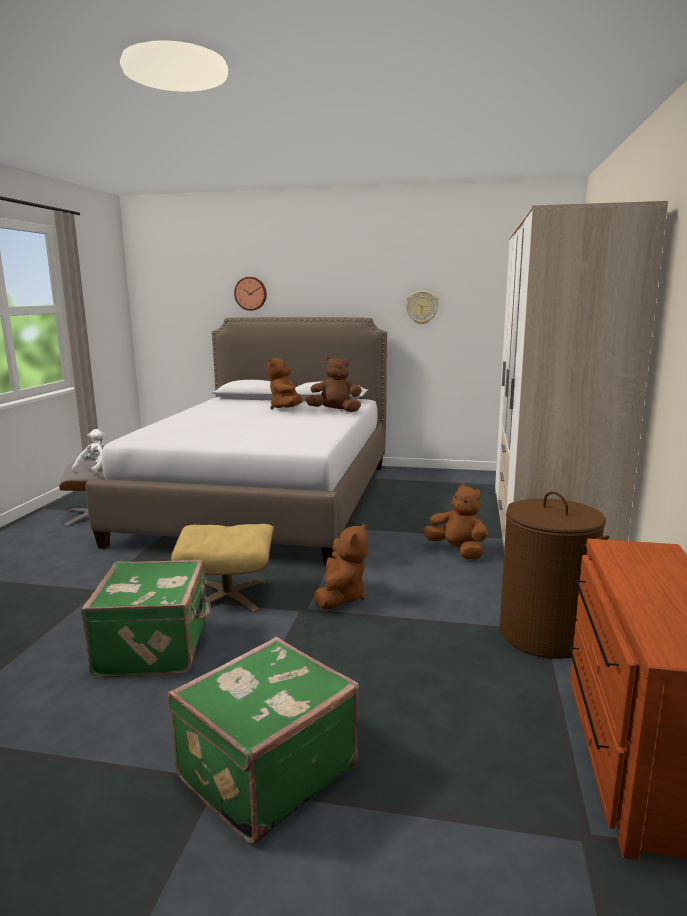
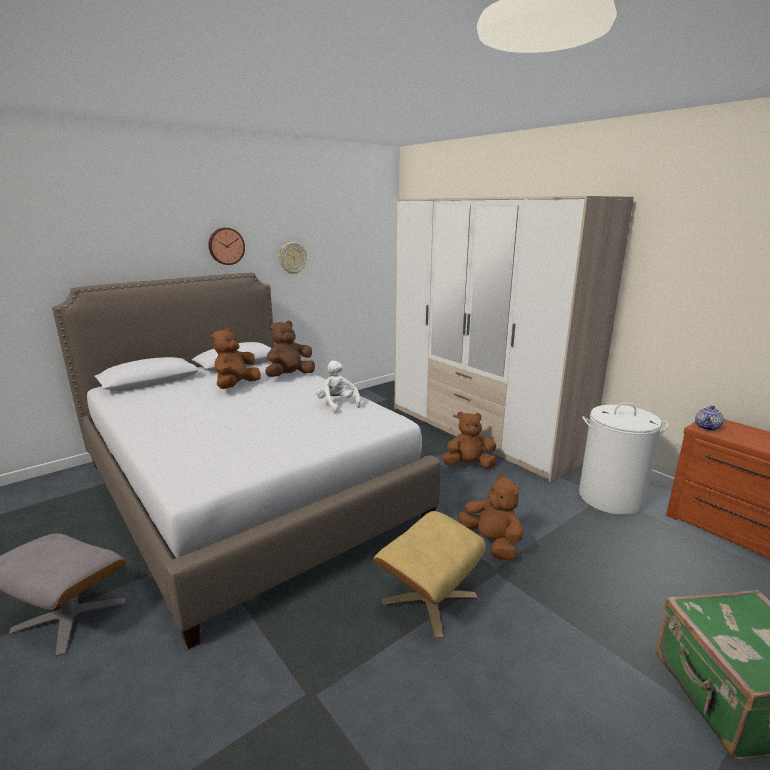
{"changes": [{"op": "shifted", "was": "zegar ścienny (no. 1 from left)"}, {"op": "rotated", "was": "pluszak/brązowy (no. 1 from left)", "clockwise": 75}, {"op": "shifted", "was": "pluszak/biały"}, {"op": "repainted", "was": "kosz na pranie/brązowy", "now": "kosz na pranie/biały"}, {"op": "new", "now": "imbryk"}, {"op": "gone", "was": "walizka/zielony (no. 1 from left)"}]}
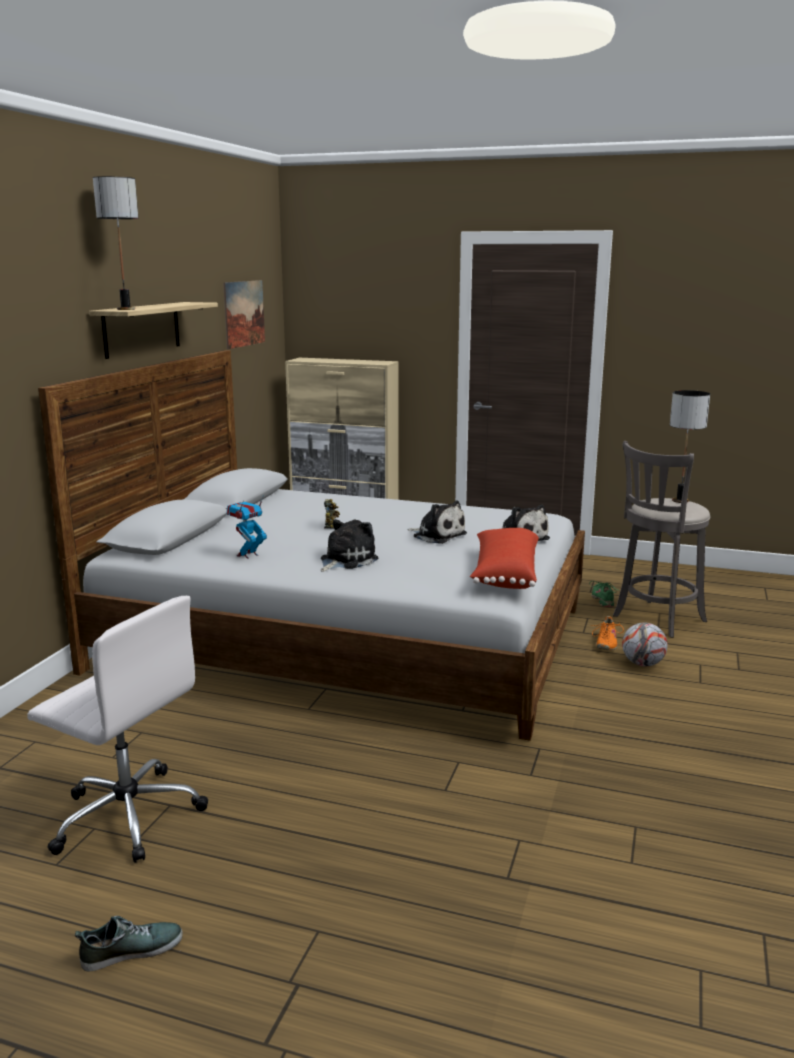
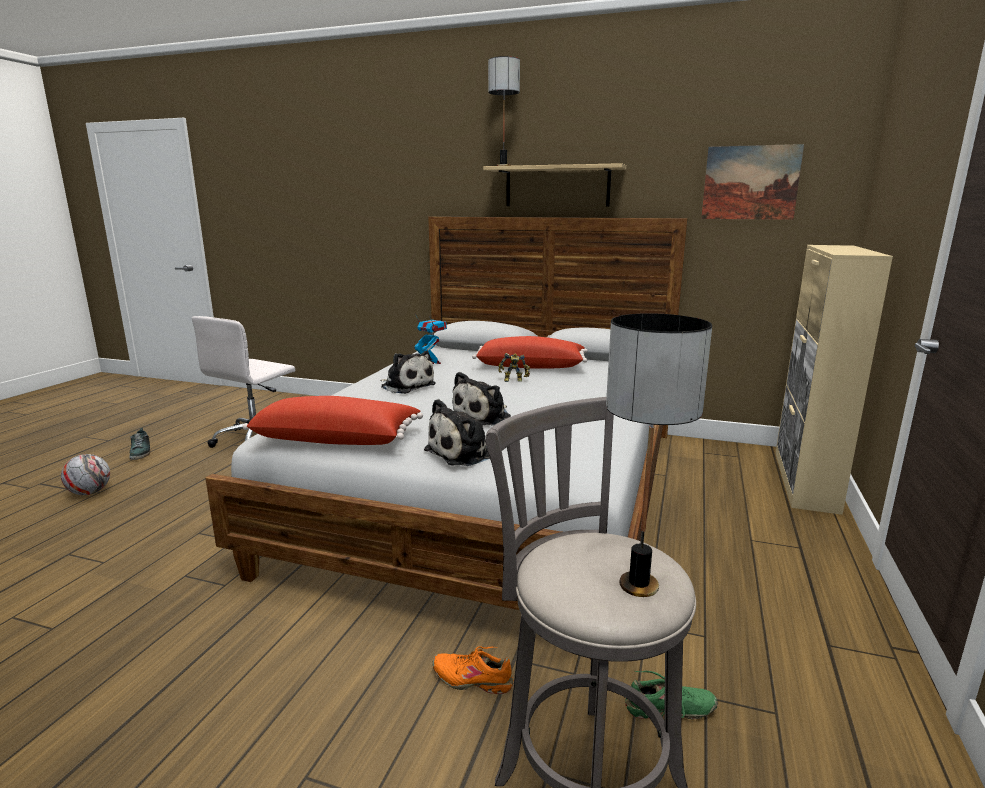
{"changes": [{"op": "shifted", "was": "piłka futbolowa"}, {"op": "new", "now": "poduszka/czerwony (no. 2 from left)"}]}
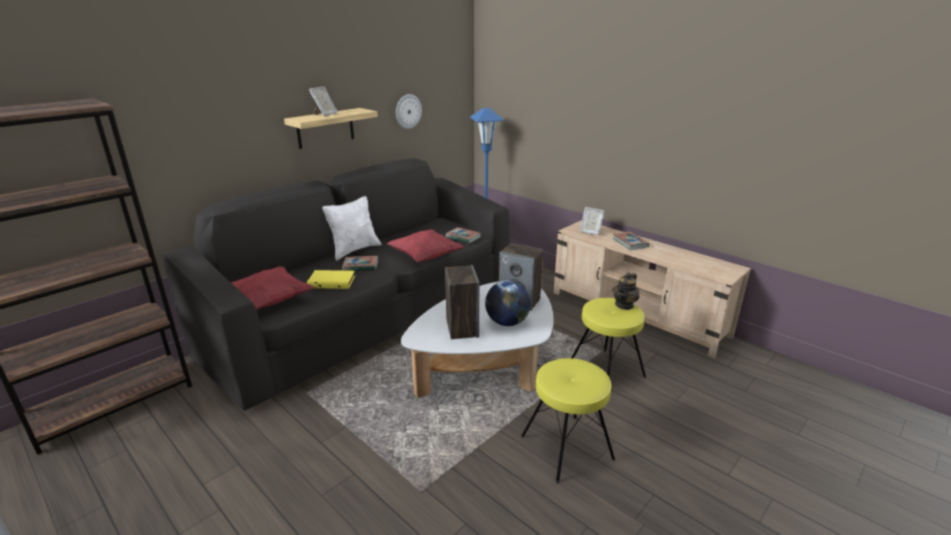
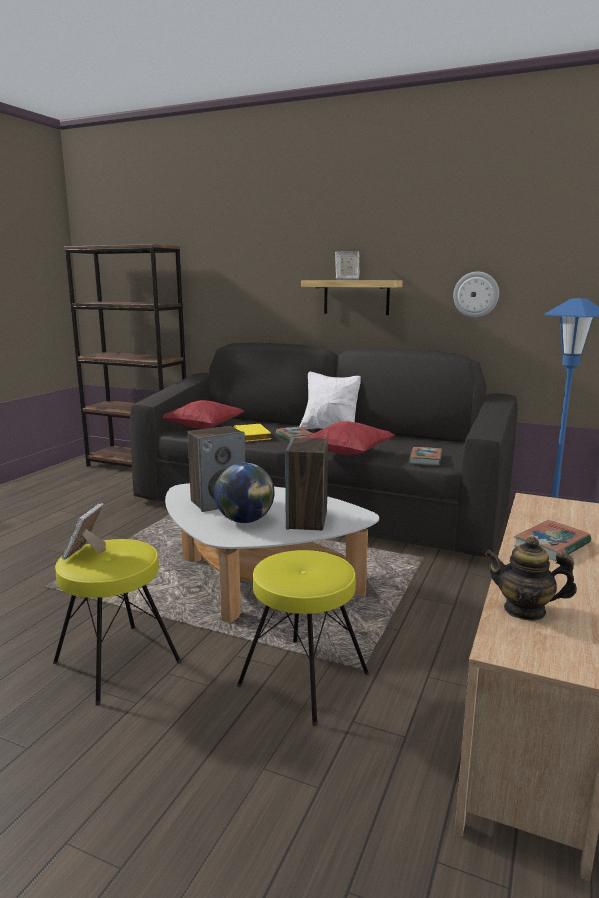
{"changes": [{"op": "shifted", "was": "ramka na zdjęcie (no. 2 from left in the first image)", "now": "ramka na zdjęcie (no. 1 from left)"}, {"op": "shifted", "was": "imbryk"}]}
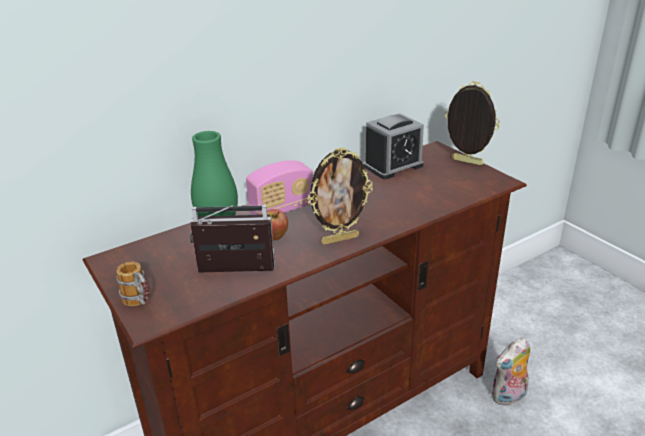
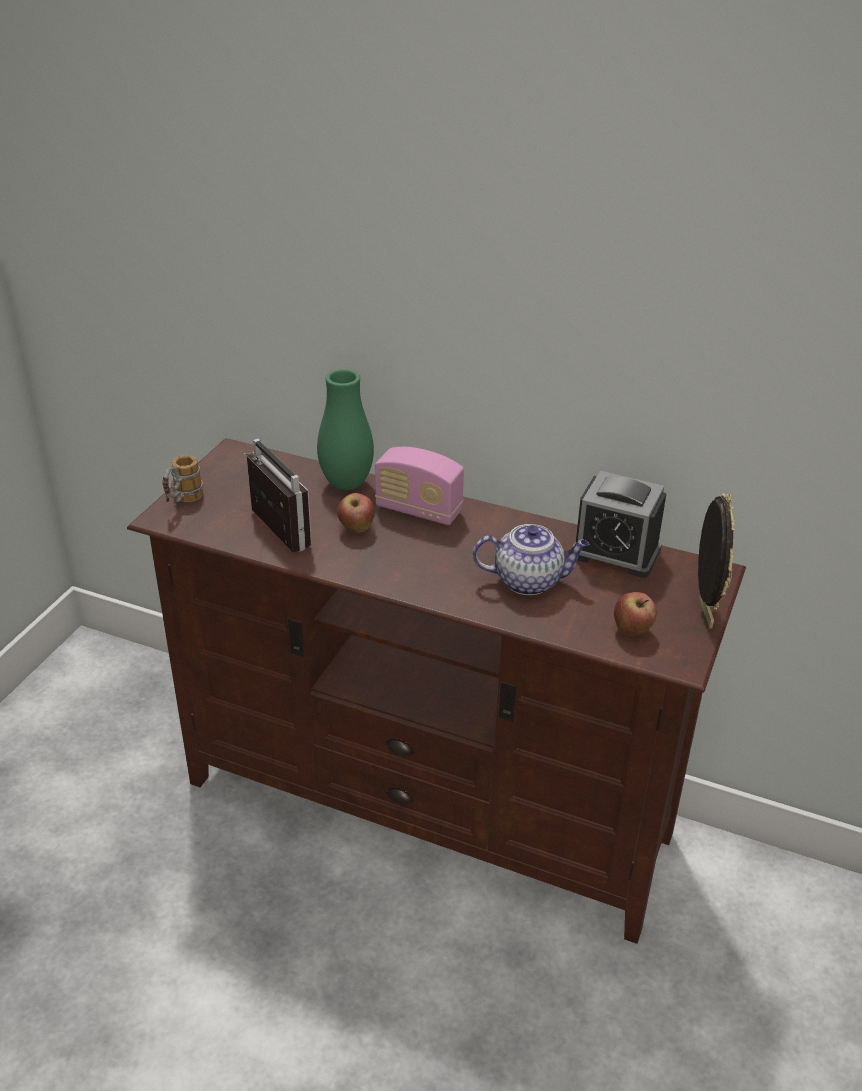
{"changes": [{"op": "new", "now": "imbryk"}, {"op": "new", "now": "jabłko (no. 2 from left)"}, {"op": "gone", "was": "ramka na zdjęcie (no. 1 from left)"}, {"op": "gone", "was": "pluszak"}]}
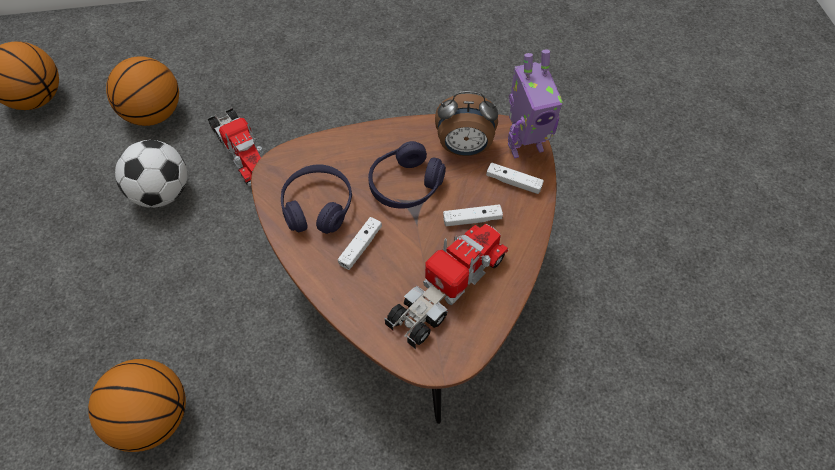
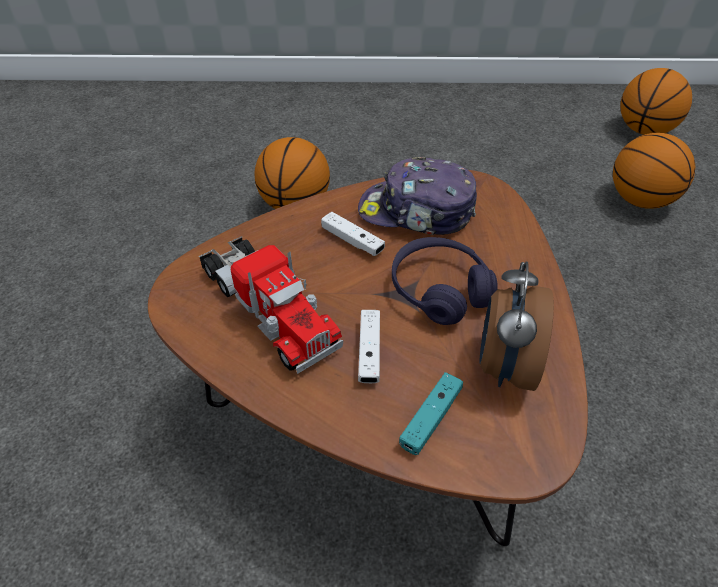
{"changes": [{"op": "swapped", "was": "słuchawki/fioletowy (no. 1 from left)", "now": "czapka z daszkiem"}, {"op": "repainted", "was": "pad do gier/biały (no. 3 from left)", "now": "pad do gier/turkusowy"}, {"op": "gone", "was": "piłka futbolowa"}, {"op": "gone", "was": "ciężarówka zabawkowa (no. 1 from left)"}, {"op": "gone", "was": "robot zabawkowy"}]}
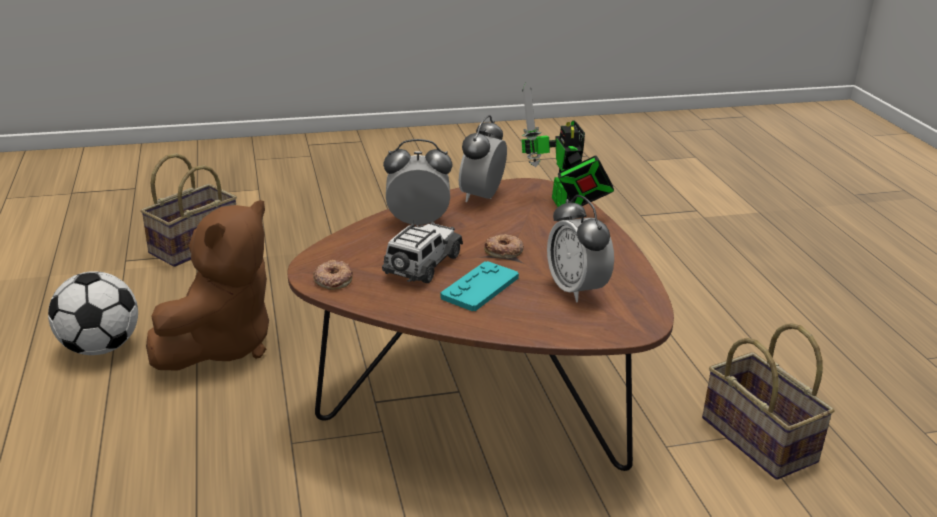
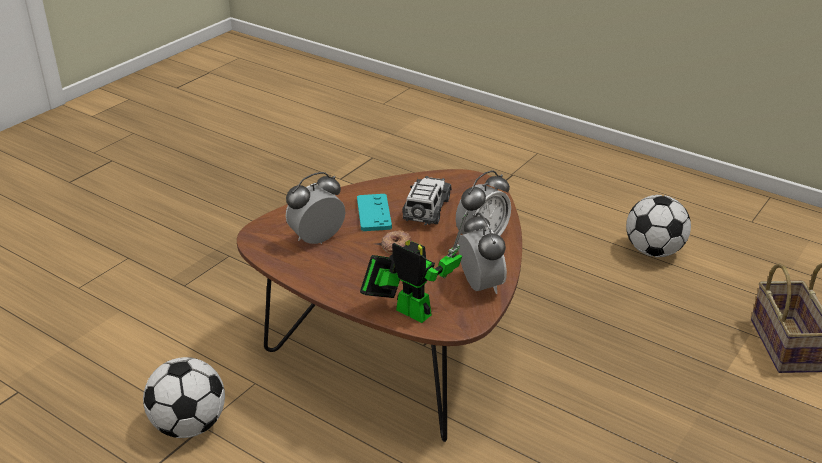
{"changes": [{"op": "swapped", "was": "koszyk (no. 2 from left)", "now": "piłka futbolowa (no. 1 from left)"}, {"op": "rotated", "was": "budzik (no. 3 from left in the first image)", "clockwise": -60}, {"op": "rotated", "was": "samochodzik", "clockwise": -150}, {"op": "gone", "was": "pluszak/brązowy"}, {"op": "gone", "was": "donut (no. 1 from left)"}]}
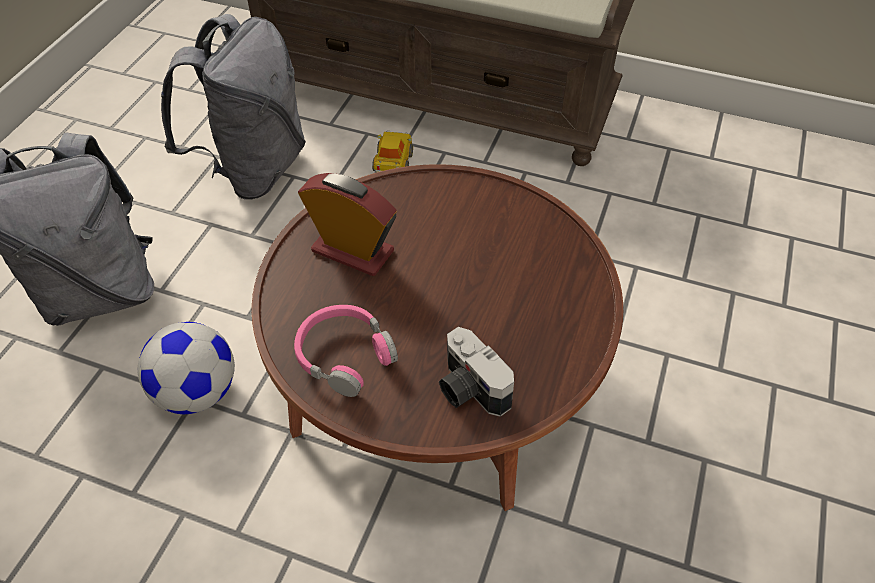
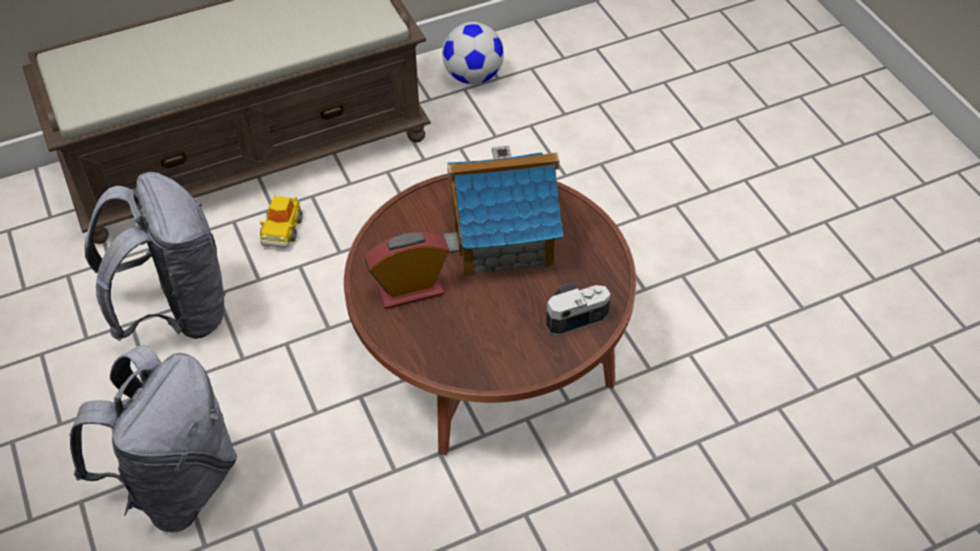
{"changes": [{"op": "rotated", "was": "samochodzik", "clockwise": -135}, {"op": "shifted", "was": "piłka futbolowa"}, {"op": "new", "now": "domek"}, {"op": "rotated", "was": "aparat fotograficzny", "clockwise": 150}, {"op": "gone", "was": "słuchawki/różowy"}]}
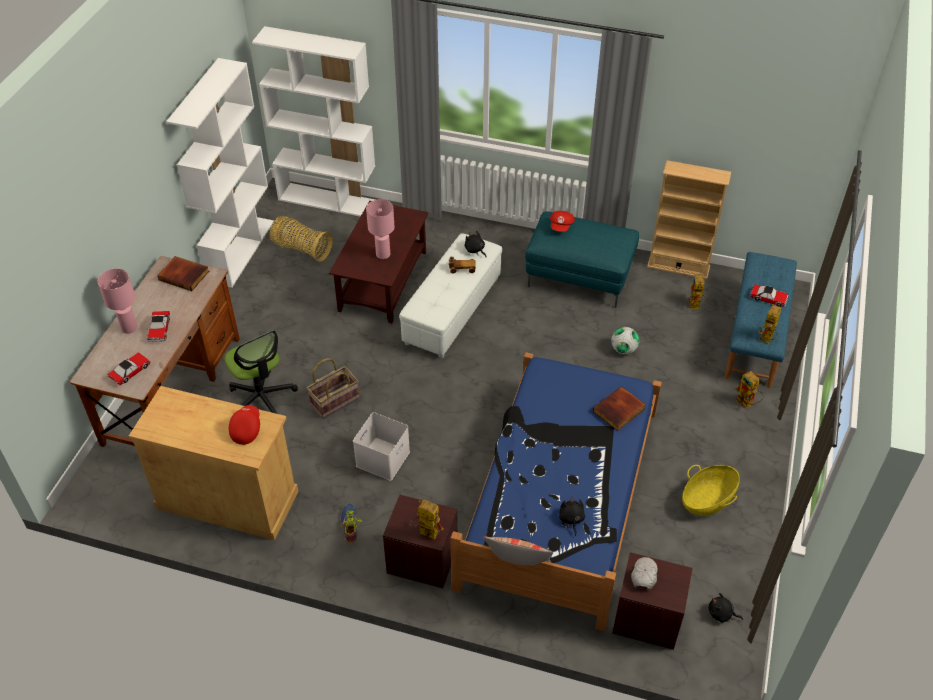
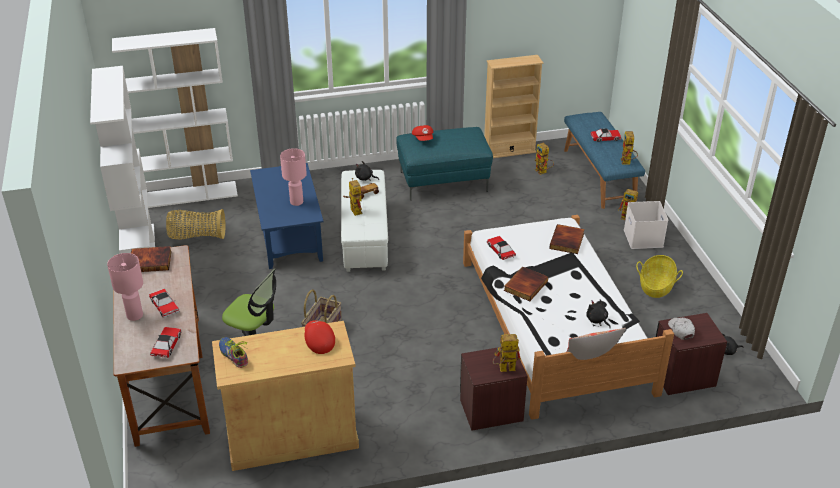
{"changes": [{"op": "shifted", "was": "but"}, {"op": "repainted", "was": "ława/brązowy", "now": "ława/niebieski"}, {"op": "new", "now": "robot zabawkowy (no. 1 from left)"}, {"op": "repainted", "was": "łóżko/niebieski", "now": "łóżko/biały"}, {"op": "new", "now": "samochodzik (no. 4 from left)"}, {"op": "new", "now": "książka (no. 2 from left)"}, {"op": "shifted", "was": "pojemnik do przechowywania/biały"}, {"op": "gone", "was": "piłka futbolowa"}]}
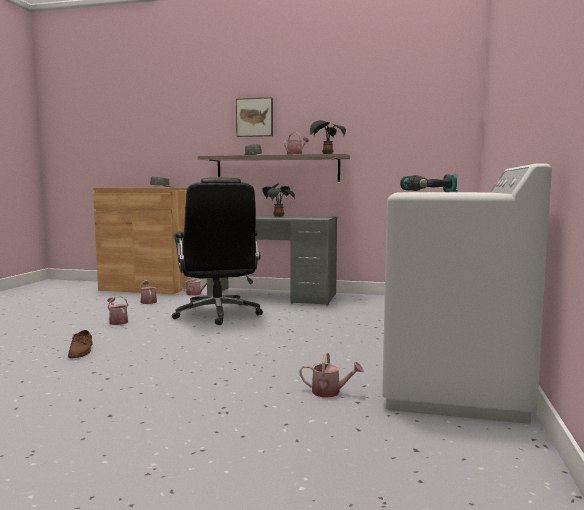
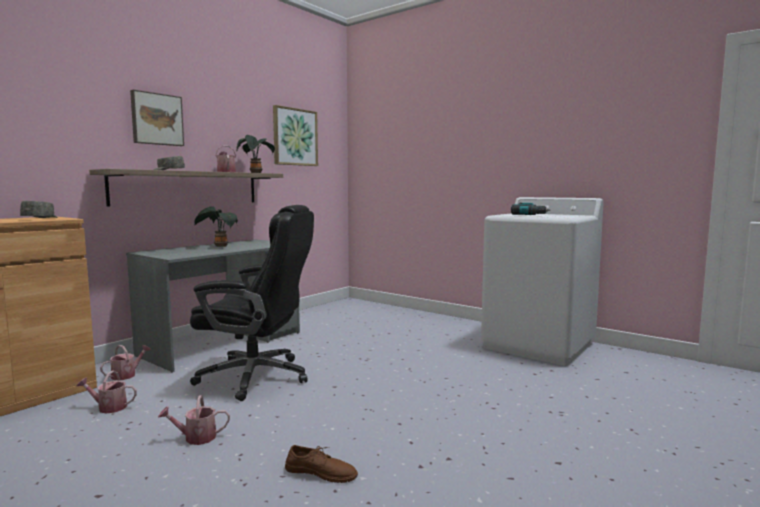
{"changes": [{"op": "new", "now": "obraz (no. 2 from left)"}, {"op": "gone", "was": "konewka (no. 5 from left)"}]}
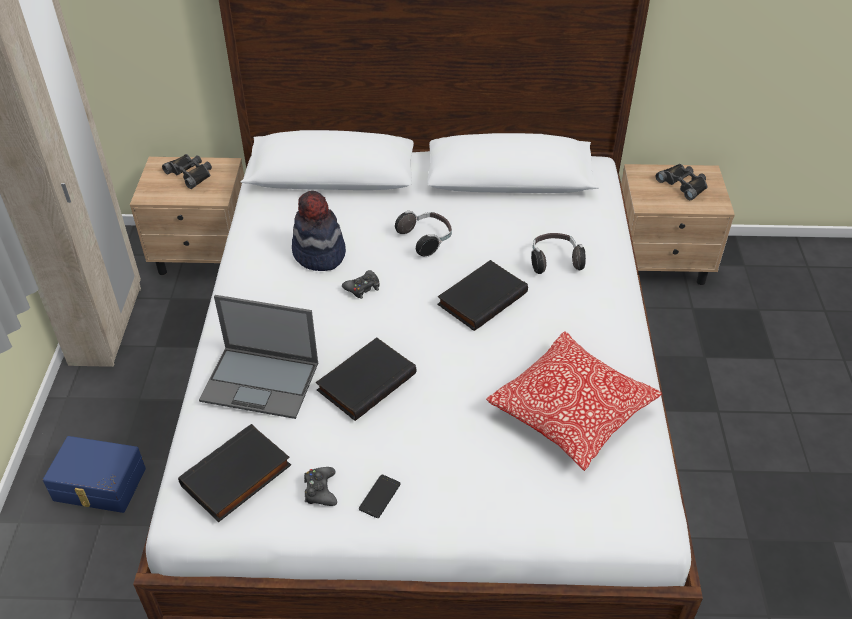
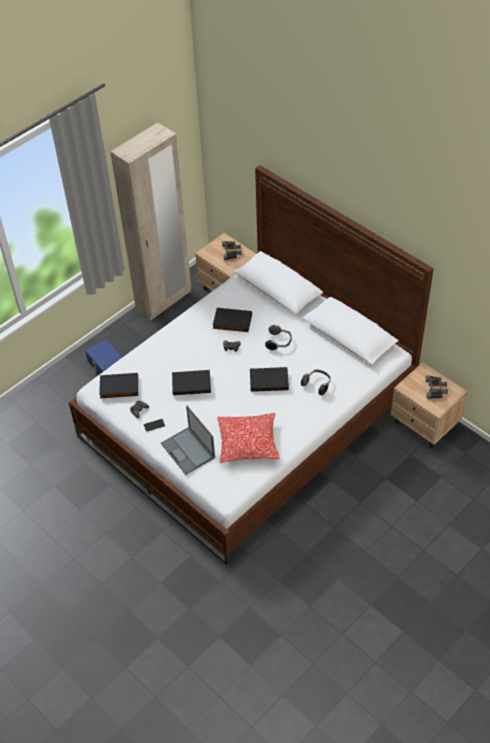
{"changes": [{"op": "shifted", "was": "laptop"}, {"op": "swapped", "was": "kapelusz", "now": "książka/czarny (no. 3 from left)"}]}
